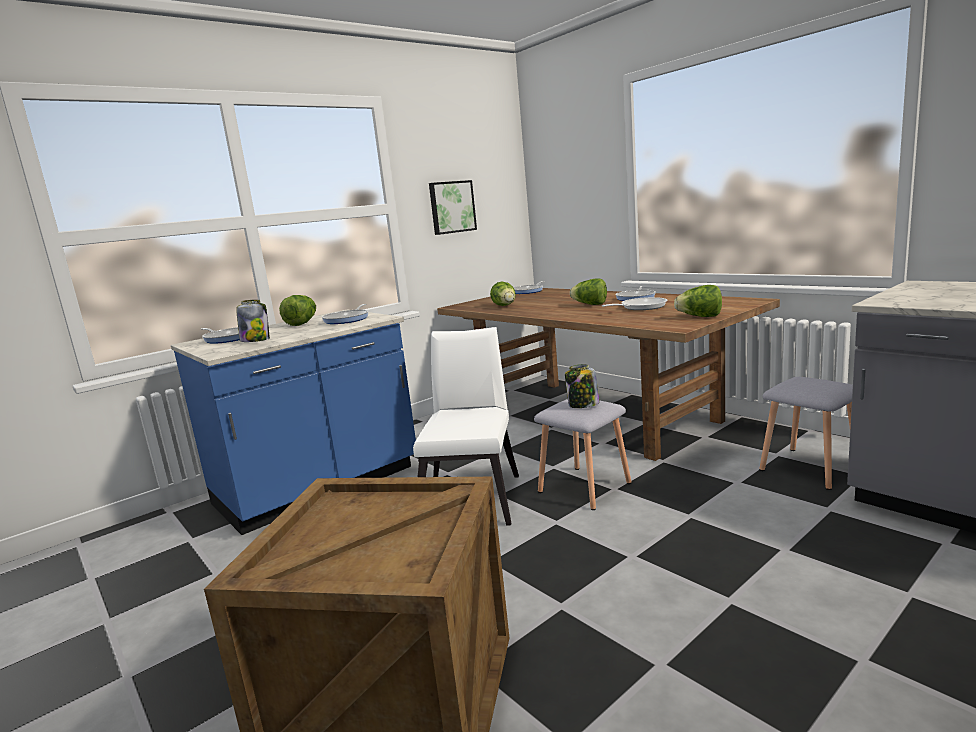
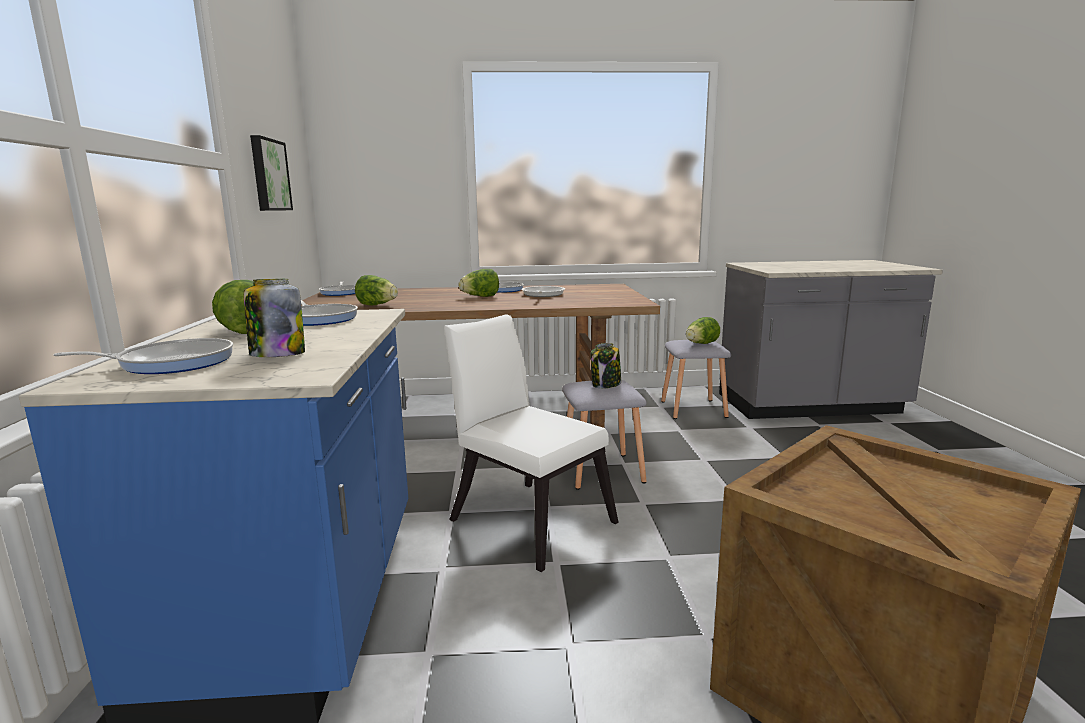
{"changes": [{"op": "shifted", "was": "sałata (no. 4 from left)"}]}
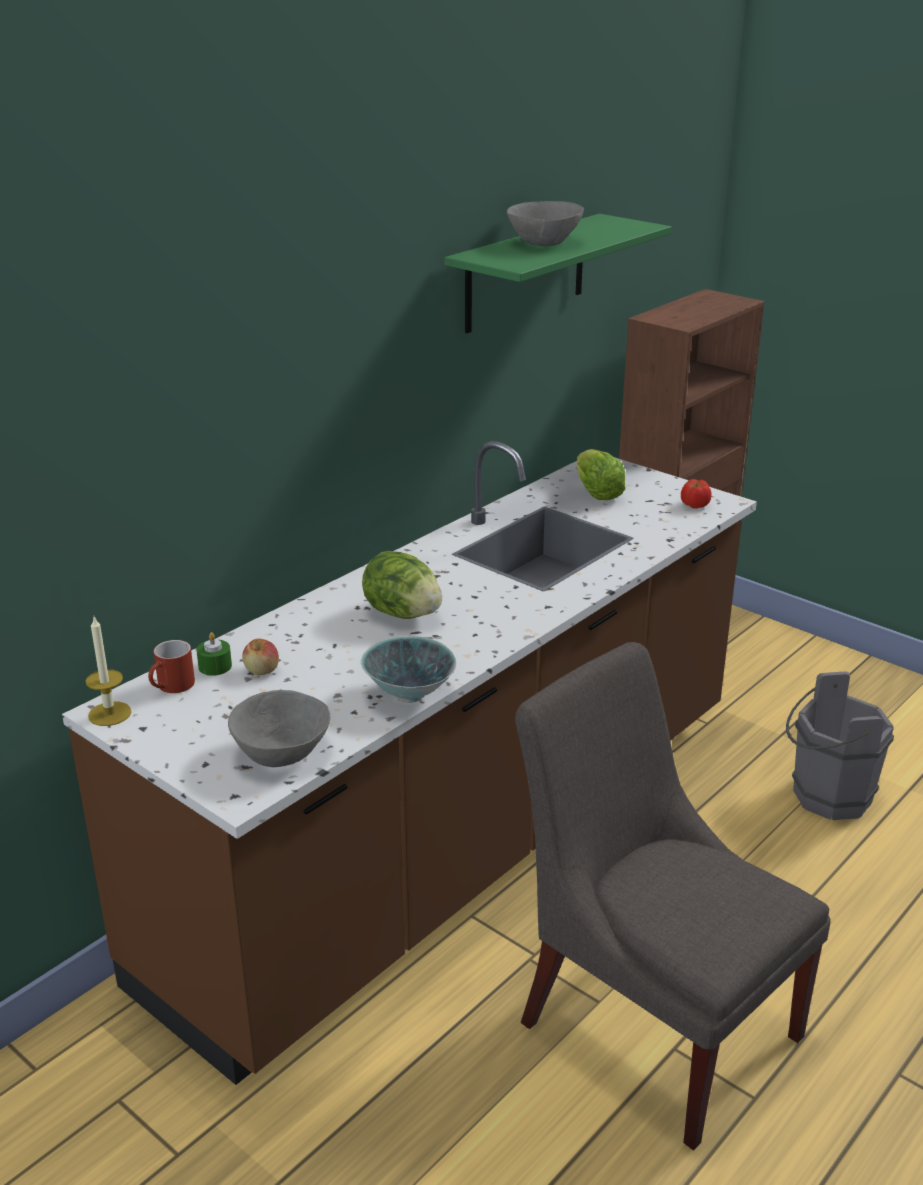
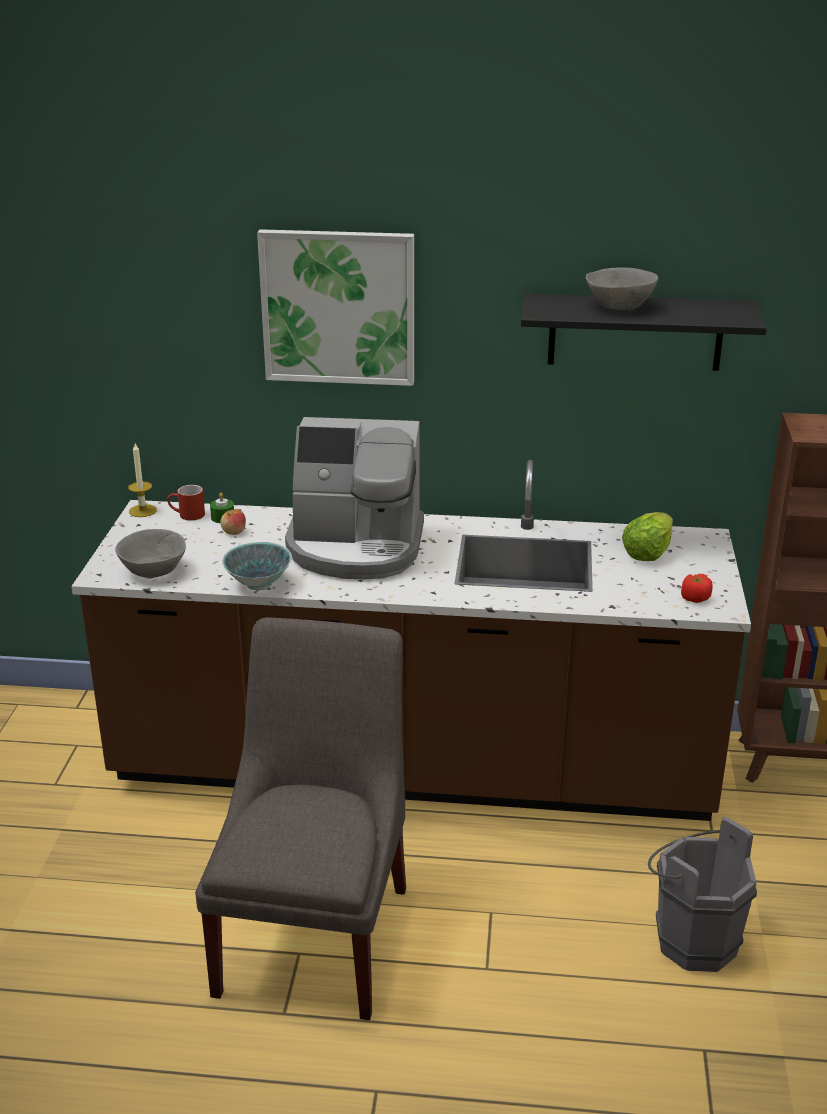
{"changes": [{"op": "new", "now": "obraz"}, {"op": "swapped", "was": "sałata (no. 1 from left)", "now": "ekspres do kawy"}, {"op": "repainted", "was": "półka/zielony", "now": "półka/czarny"}]}
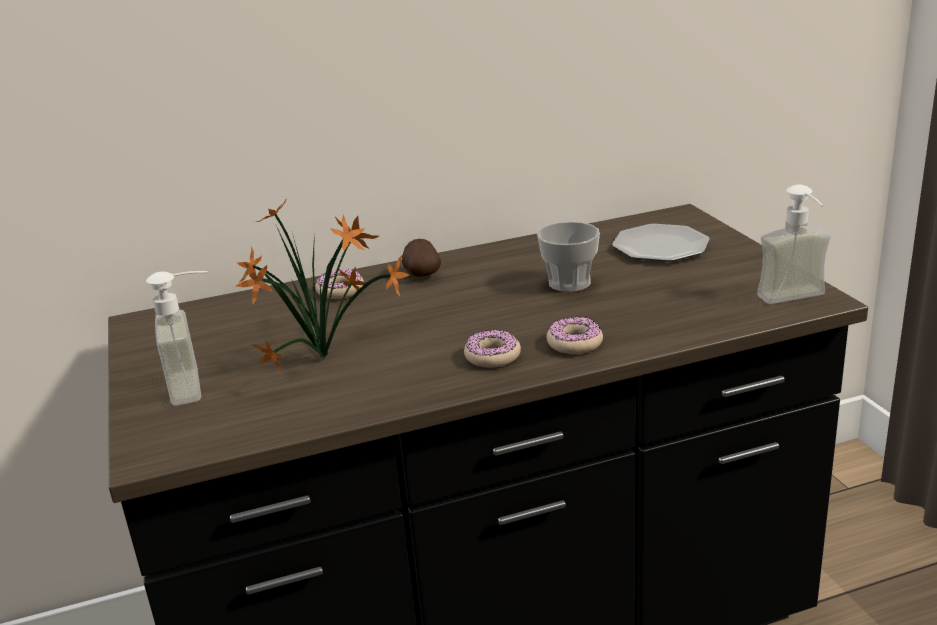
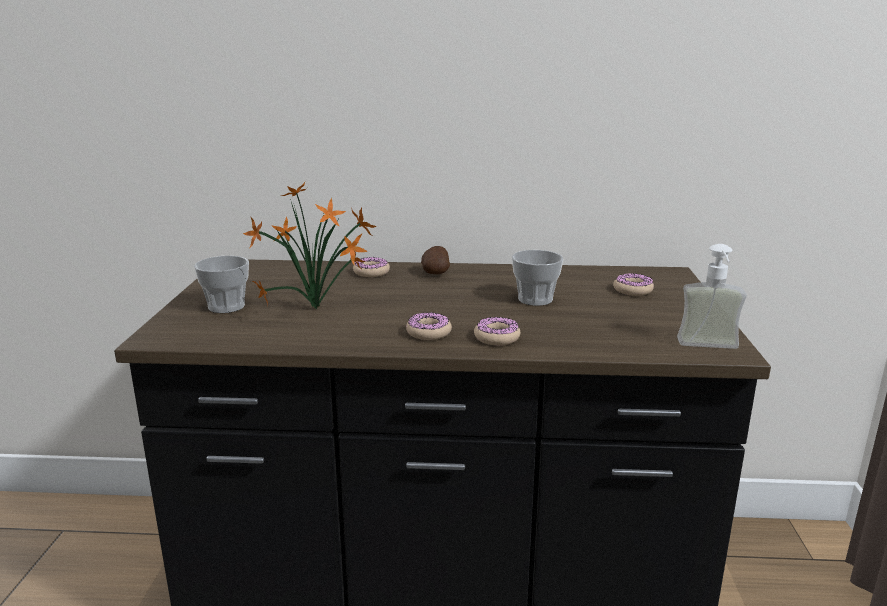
{"changes": [{"op": "swapped", "was": "dozownik mydła (no. 1 from left)", "now": "filiżanka (no. 1 from left)"}, {"op": "swapped", "was": "talerz", "now": "donut (no. 4 from left)"}]}
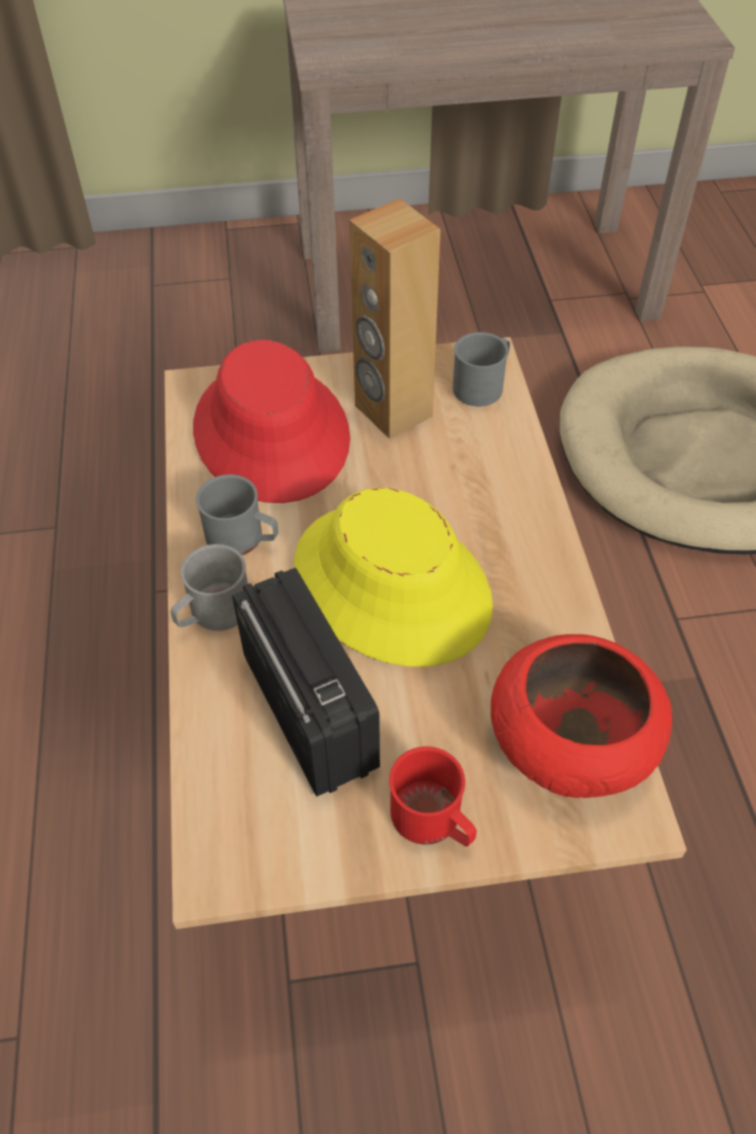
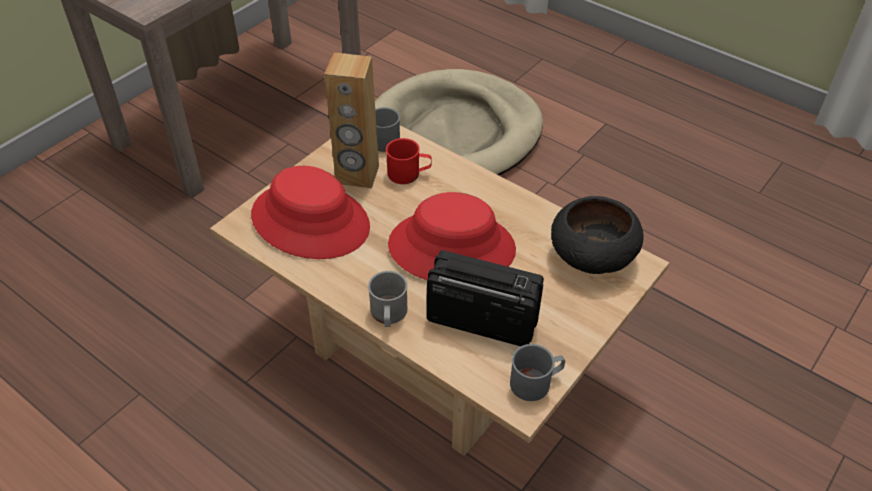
{"changes": [{"op": "shifted", "was": "kubek/czerwony"}, {"op": "repainted", "was": "kapelusz/żółty", "now": "kapelusz/czerwony (no. 2 from left)"}, {"op": "shifted", "was": "kubek/szary (no. 2 from left in the first image)", "now": "kubek/szary (no. 3 from left)"}, {"op": "repainted", "was": "miska/czerwony", "now": "miska/czarny"}]}
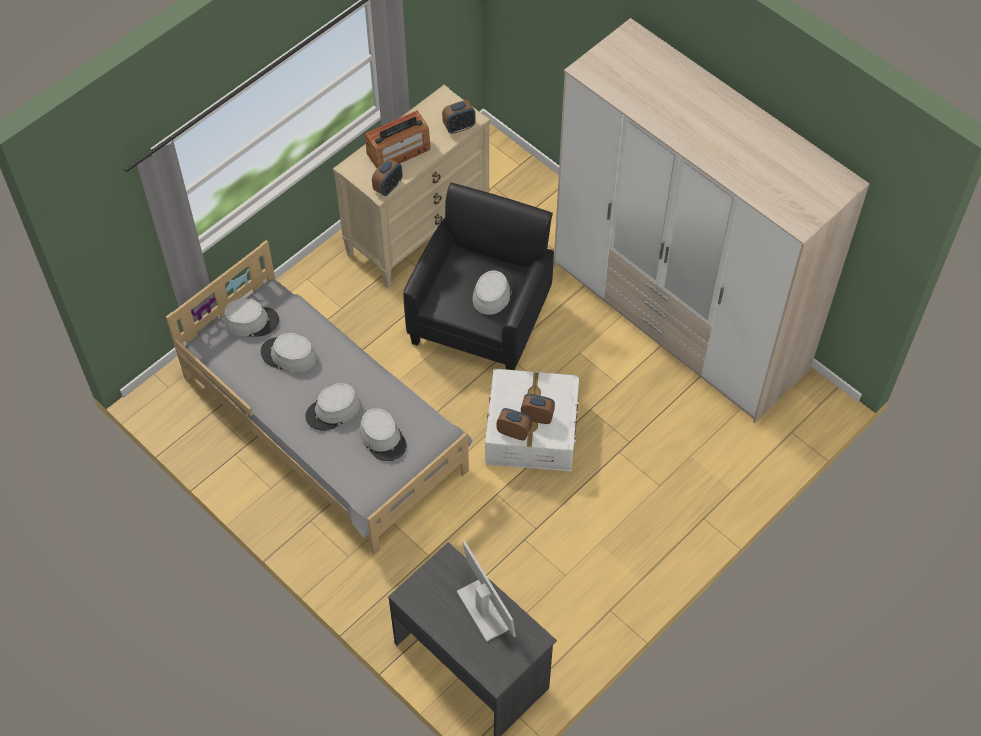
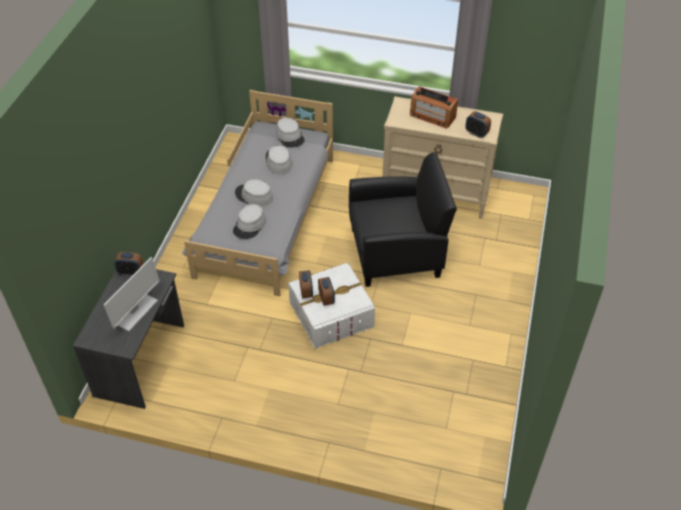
{"changes": [{"op": "shifted", "was": "budzik (no. 1 from left)"}, {"op": "gone", "was": "kapelusz/szary (no. 5 from left)"}, {"op": "gone", "was": "szafa"}]}
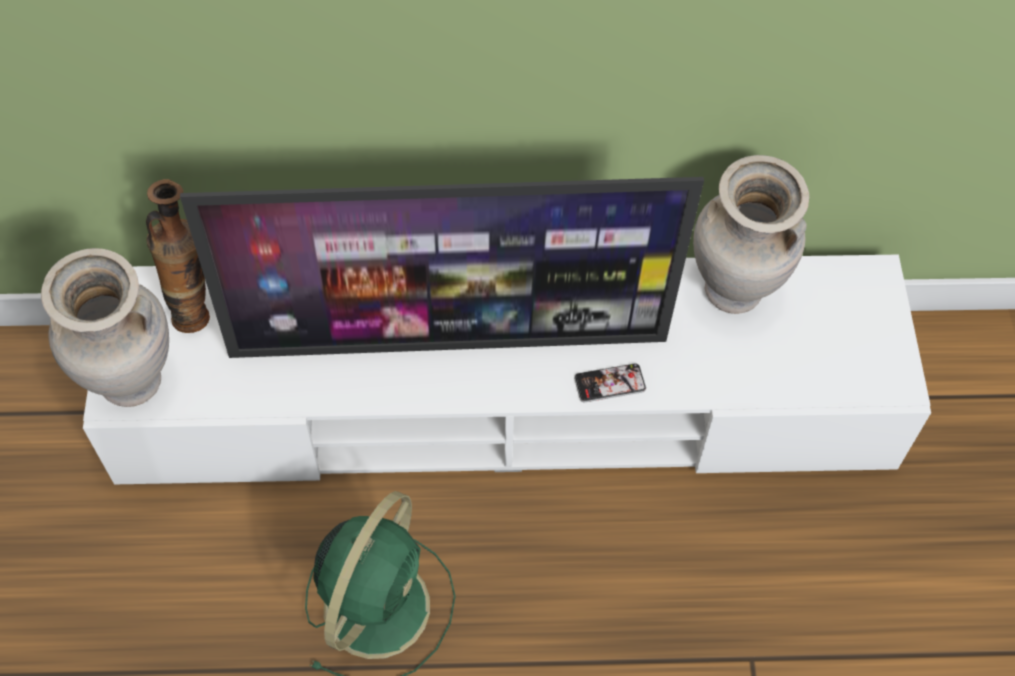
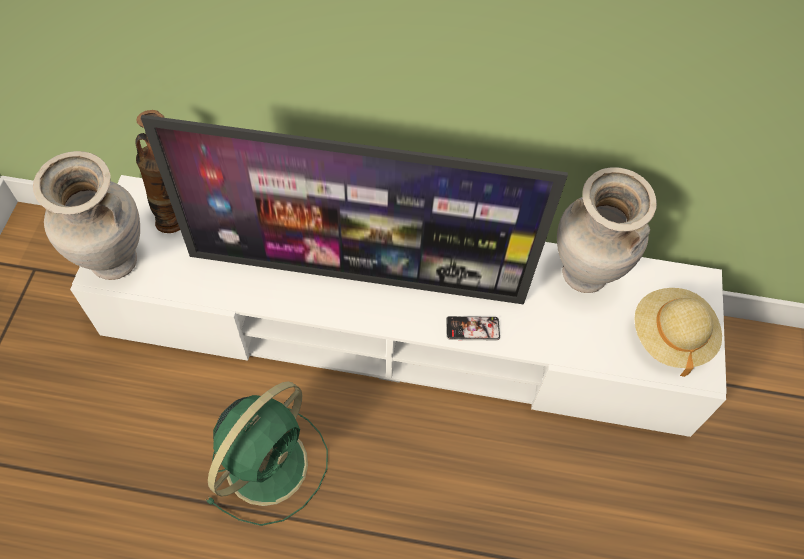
{"changes": [{"op": "new", "now": "kapelusz/beżowy"}]}
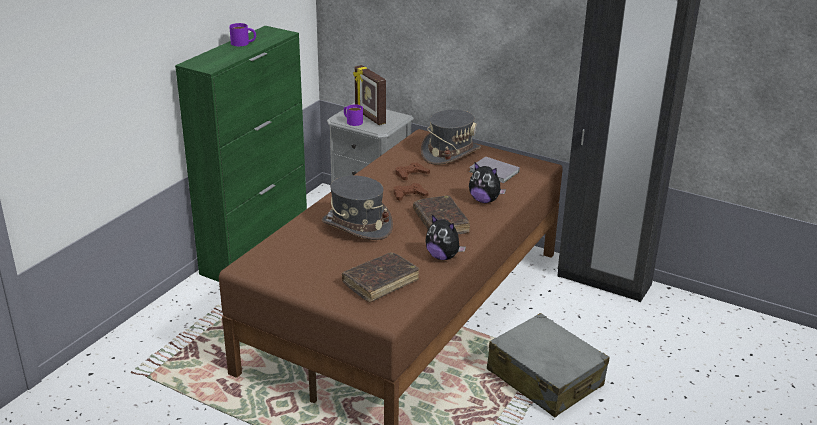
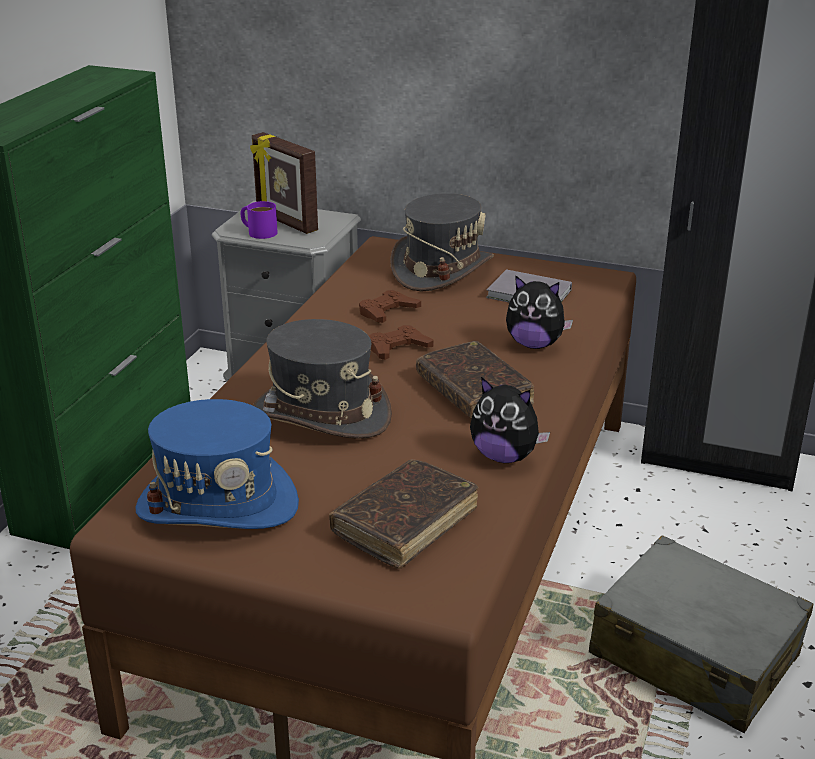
{"changes": [{"op": "new", "now": "kapelusz/niebieski"}, {"op": "gone", "was": "kubek/fioletowy (no. 1 from left)"}]}
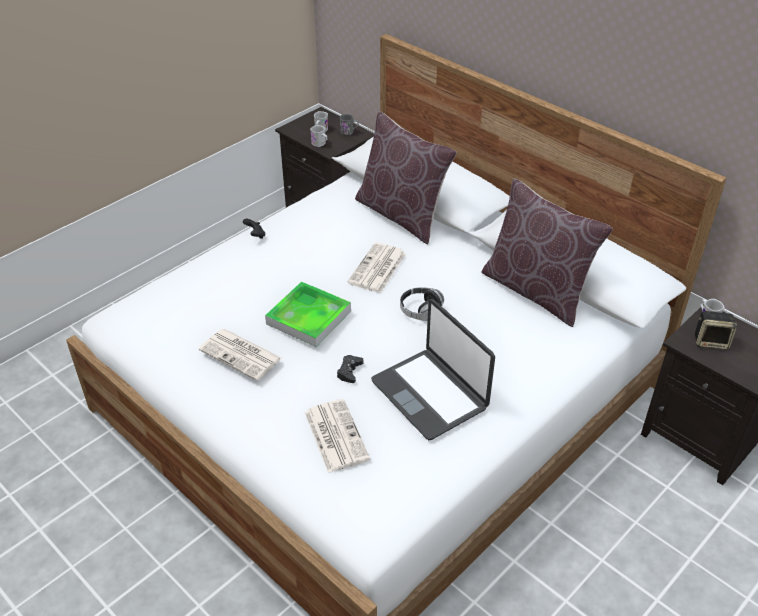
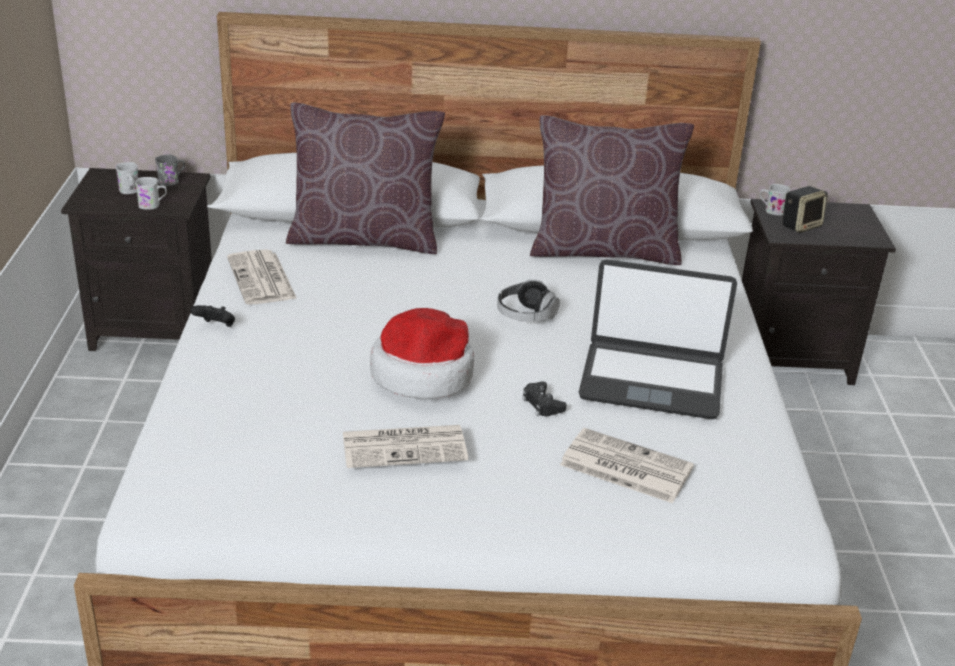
{"changes": [{"op": "shifted", "was": "gazeta (no. 3 from left in the first image)", "now": "gazeta (no. 1 from left)"}, {"op": "swapped", "was": "taca", "now": "kapelusz"}]}
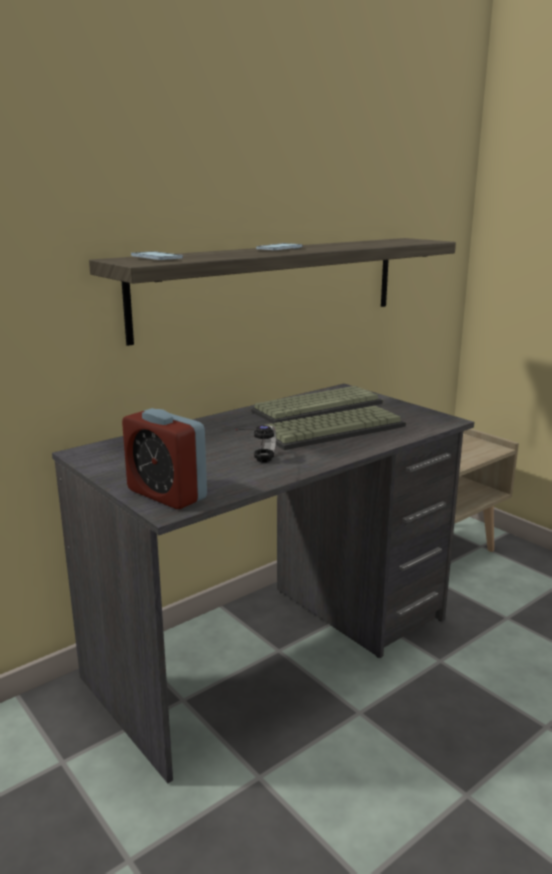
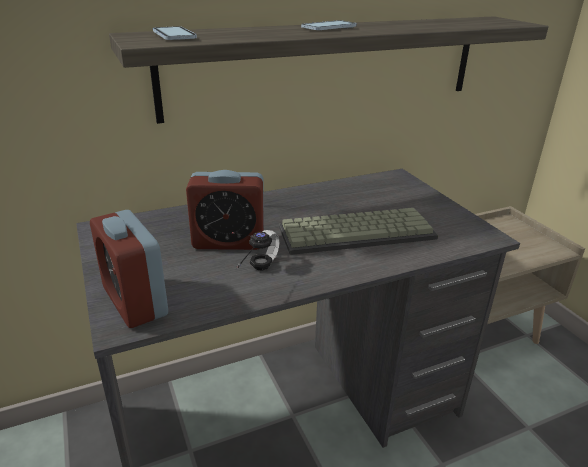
{"changes": [{"op": "new", "now": "budzik (no. 2 from left)"}, {"op": "gone", "was": "klawiatura (no. 1 from left)"}]}
